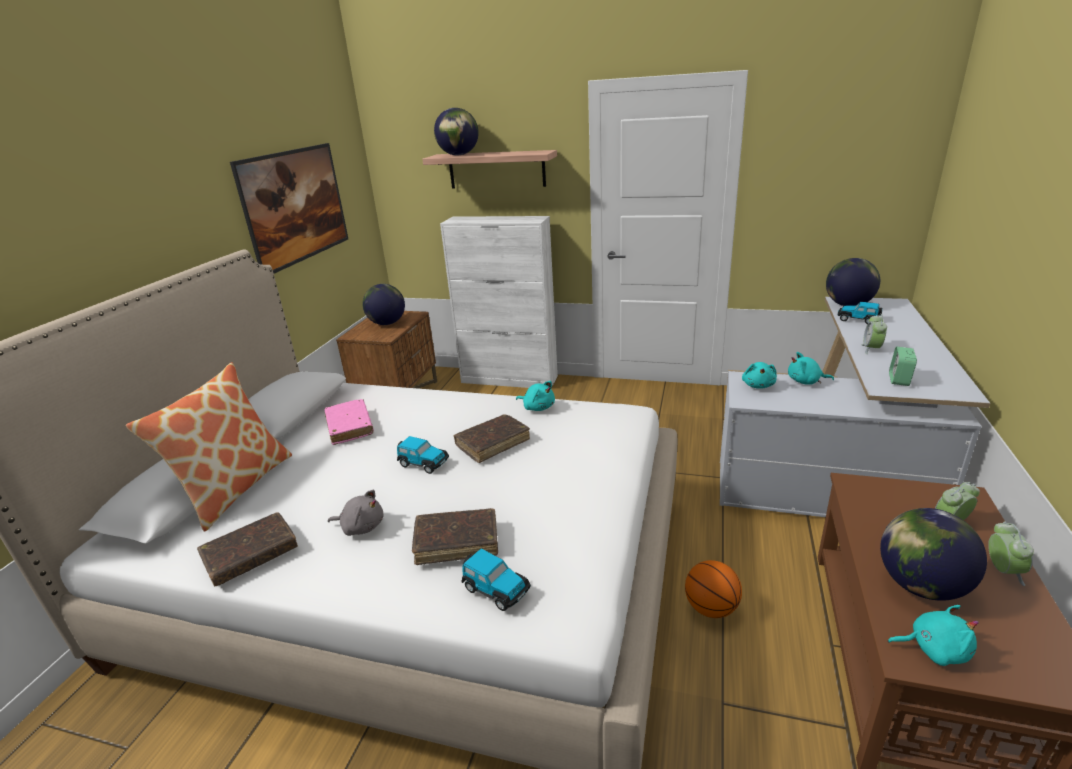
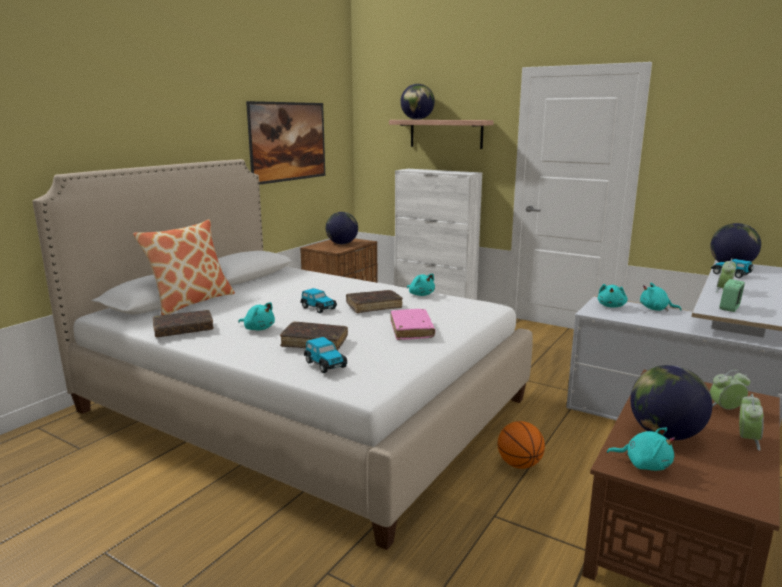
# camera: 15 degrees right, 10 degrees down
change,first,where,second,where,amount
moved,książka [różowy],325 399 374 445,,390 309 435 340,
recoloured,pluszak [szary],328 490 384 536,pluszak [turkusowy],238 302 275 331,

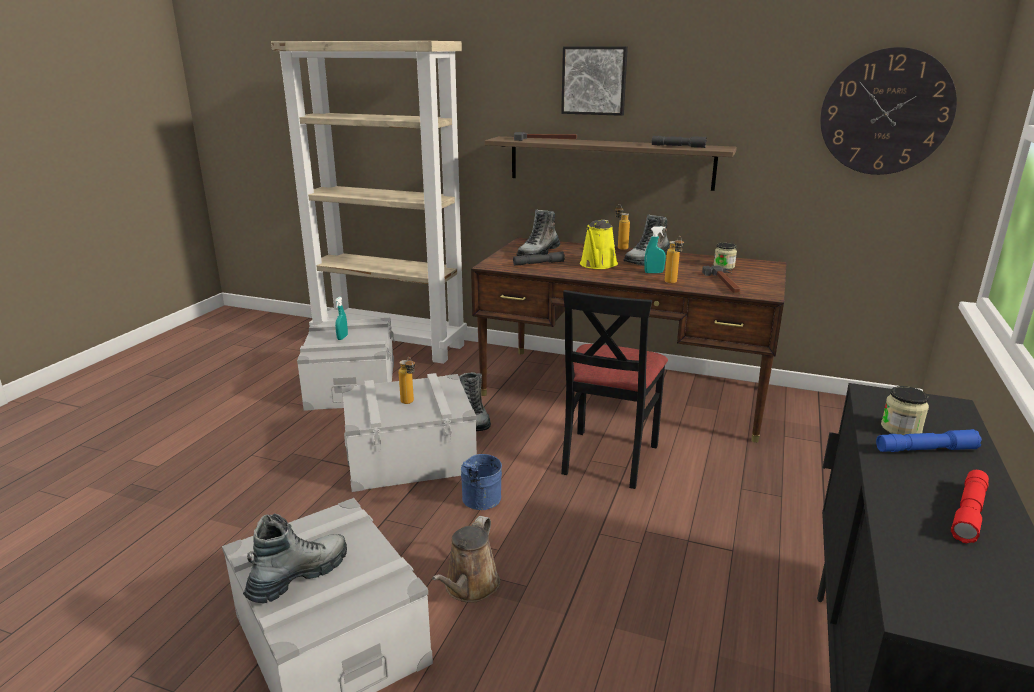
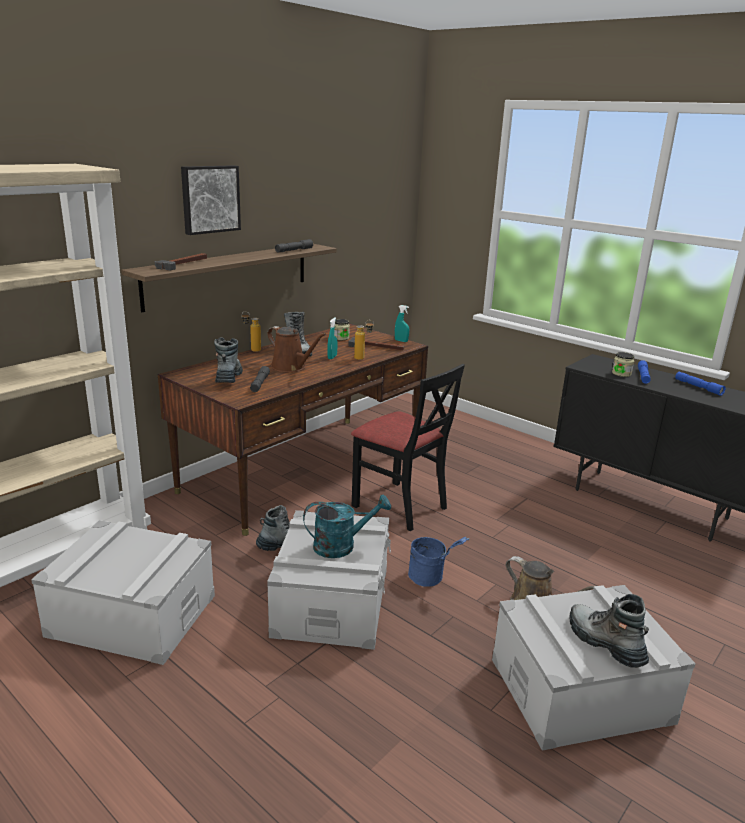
# camera: 70 degrees left, 0 degrees up
change,first,where,second,where,amount
moved,spryskiwacz [turkusowy],335 297 348 340,,395 305 409 342,
replaced,butelka,399 357 415 404,konewka [turkusowy],303 495 391 558,
turned,but z cholewką,516 210 560 256,,214 337 243 383,150 degrees counterclockwise
recoloured,konewka [żółty],580 220 618 269,konewka [brązowy],267 326 326 372,
removed,zegar ścienny,820 47 957 175,,,
recoloured,latarka [czerwony],951 470 989 543,latarka [niebieski],675 372 726 396,

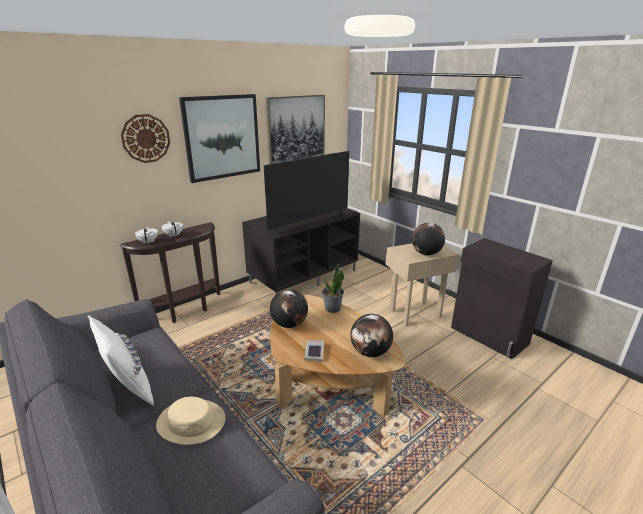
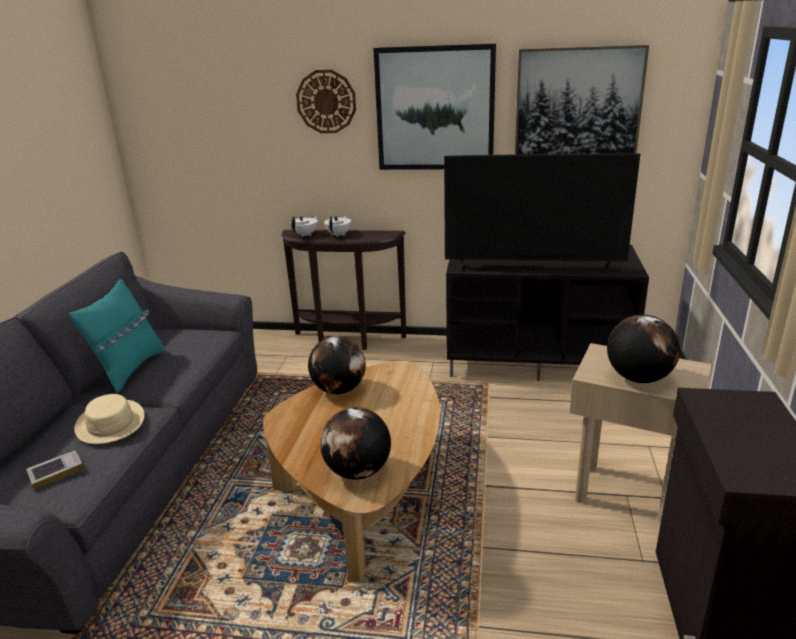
# camera: 50 degrees right, 0 degrees up
change,first,where,second,where,amount
recoloured,poduszka [biały],88 315 154 406,poduszka [turkusowy],69 279 165 394,
moved,książka,304 340 324 362,,26 450 84 489,
removed,roślina doniczkowa,322 264 344 313,,,

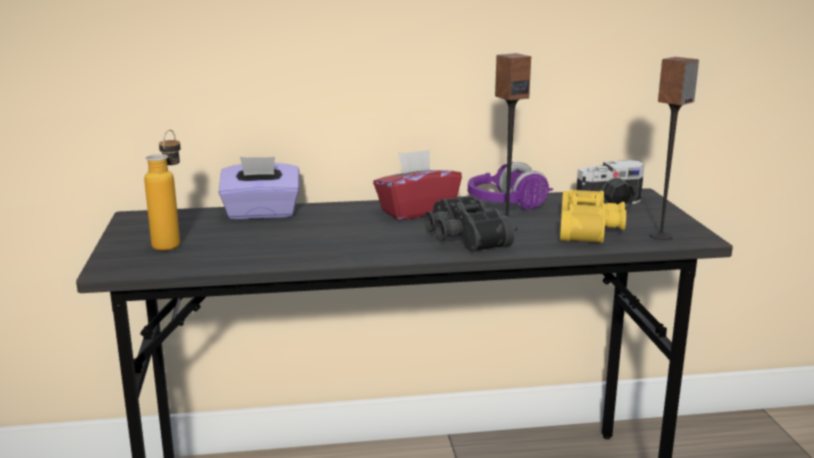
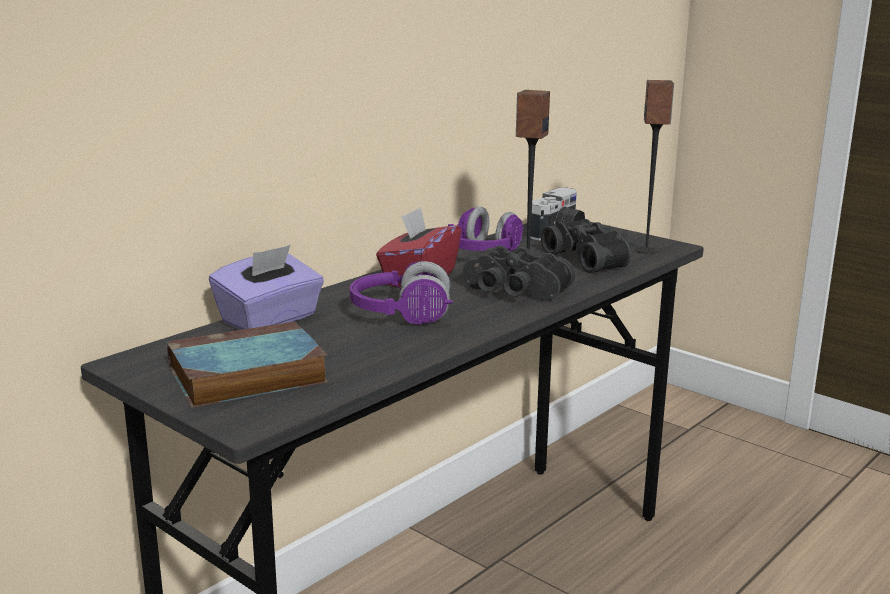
# camera: 40 degrees left, 0 degrees up
change,first,where,second,where,amount
replaced,butelka,144 130 181 251,książka,167 321 328 408,
recoloured,lornetka [żółty],560 189 626 243,lornetka [czarny],541 219 632 273,
added,,,słuchawki [fioletowy],350 261 453 325,

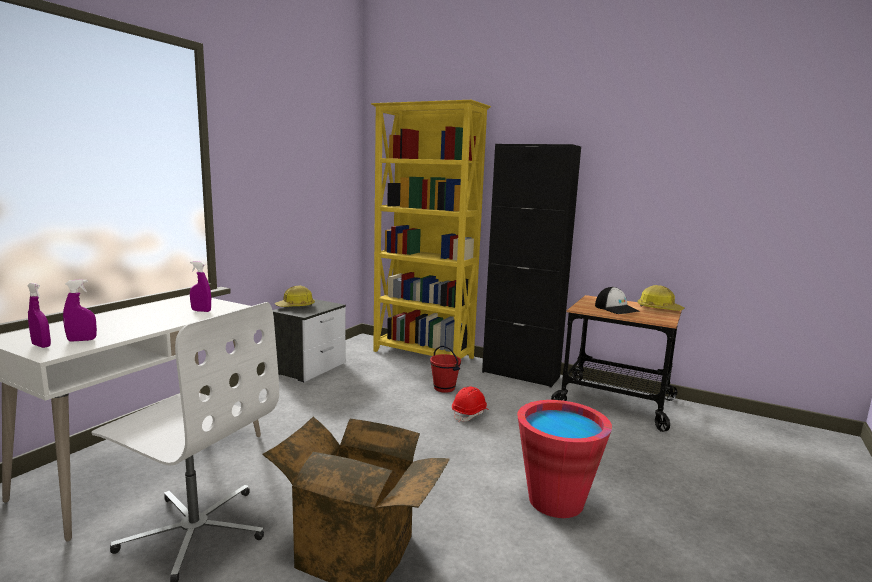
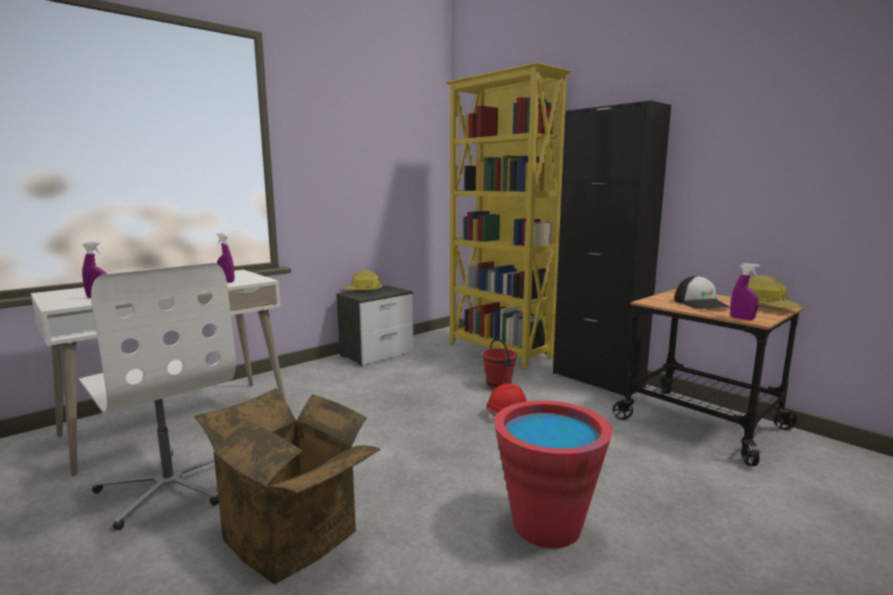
# camera: 20 degrees right, 0 degrees up
change,first,where,second,where,amount
moved,spryskiwacz [fioletowy],27 283 51 348,,730 263 760 320,

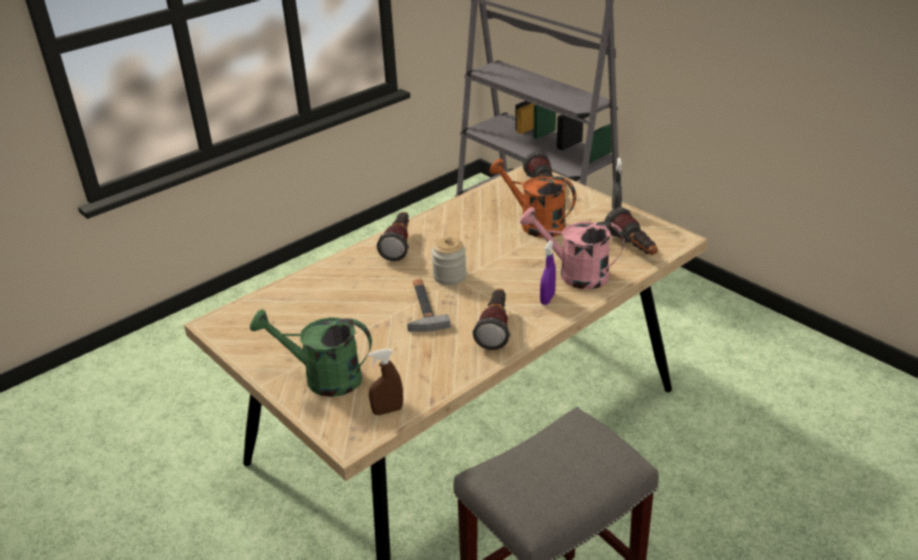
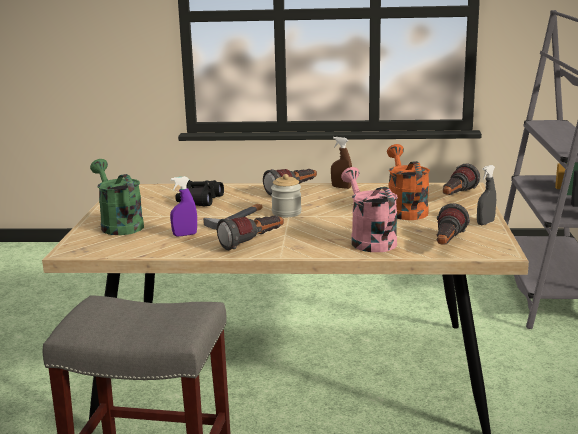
# camera: 45 degrees right, 15 degrees down
change,first,where,second,where,amount
moved,spryskiwacz [brązowy],368 348 403 415,,331 137 352 189,
moved,spryskiwacz [fioletowy],540 240 556 305,,170 176 197 236,
added,,,lornetka [czarny],175 180 224 207,

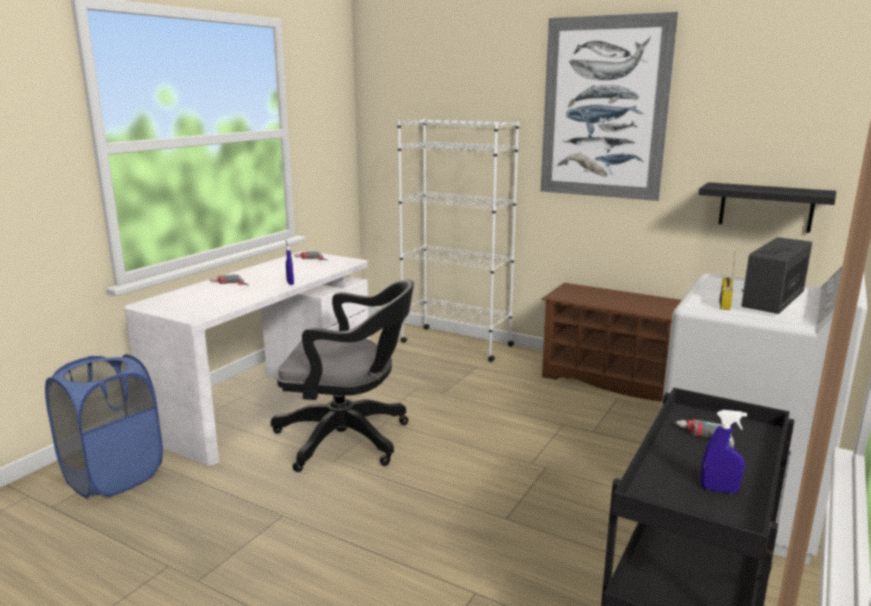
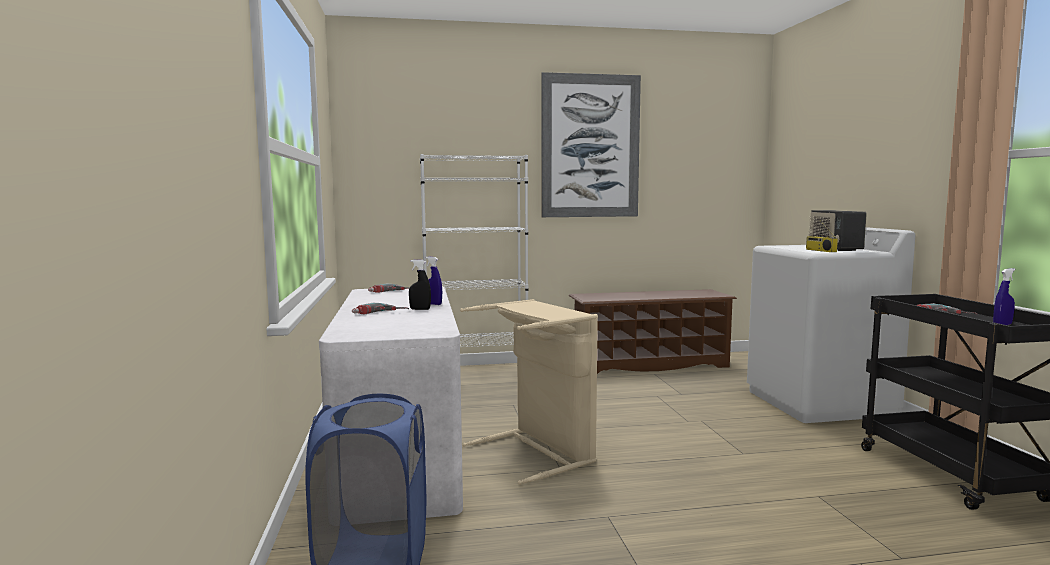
# camera: 40 degrees left, 10 degrees down
change,first,where,second,where,amount
replaced,krzesło biurowe [czarny],271 280 414 472,kosz na pranie [beżowy],460 299 598 485,
removed,półka [czarny],699 182 836 233,,,
added,,,spryskiwacz [czarny],409 260 431 310,

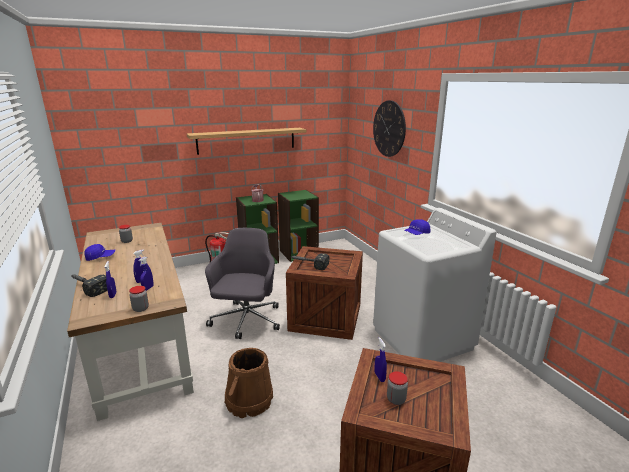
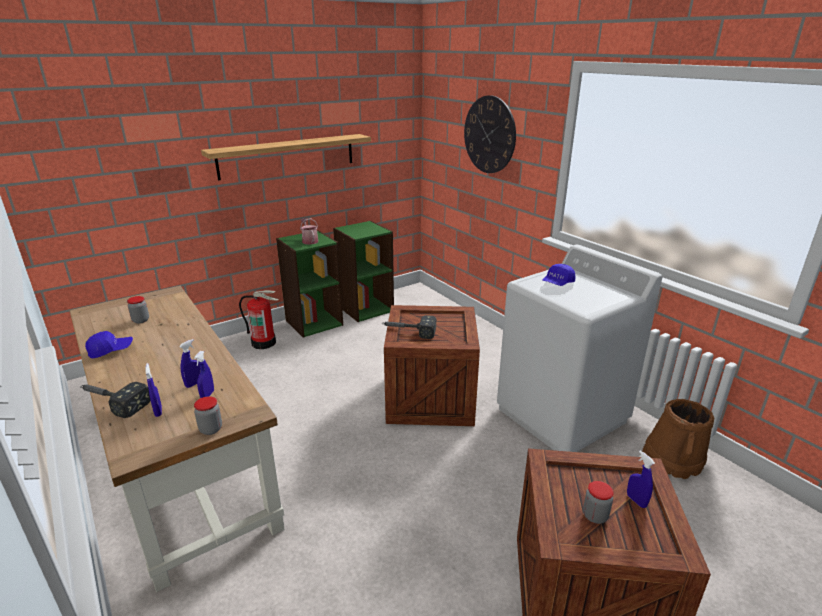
# camera: 10 degrees left, 5 degrees up
change,first,where,second,where,amount
removed,krzesło biurowe [szary],205 228 280 339,,,
moved,wiadro [brązowy],225 348 273 418,,642 399 714 479,
moved,spryskiwacz [niebieski],374 337 387 382,,627 450 655 508,

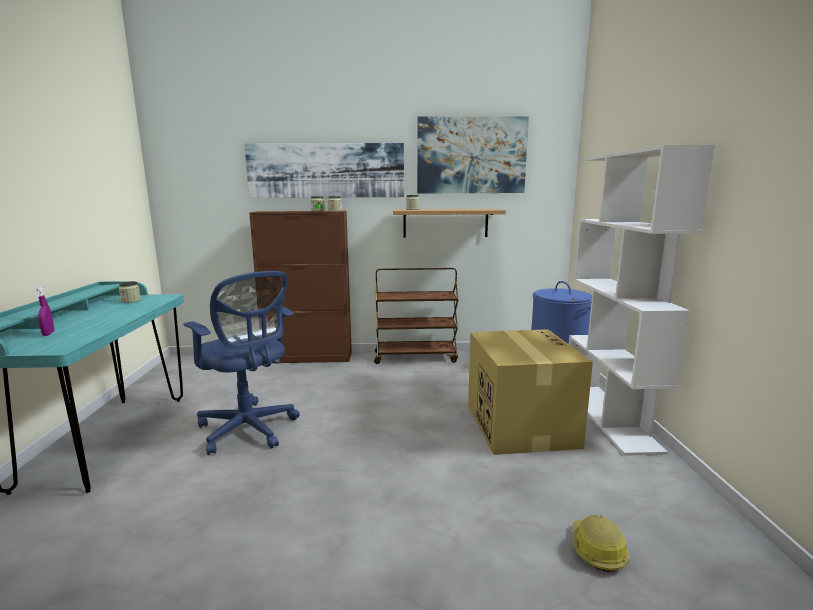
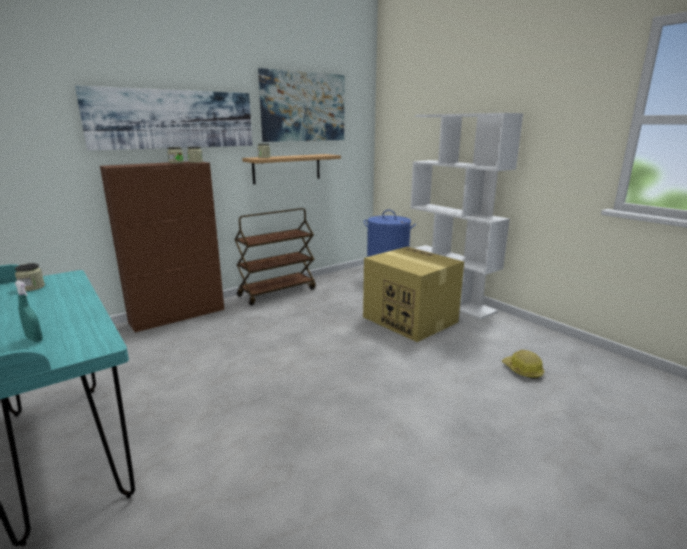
# camera: 35 degrees left, 5 degrees up
change,first,where,second,where,amount
recoloured,spryskiwacz [fioletowy],35 285 54 336,spryskiwacz [turkusowy],15 281 43 342,
removed,krzesło biurowe [niebieski],184 271 300 455,,,

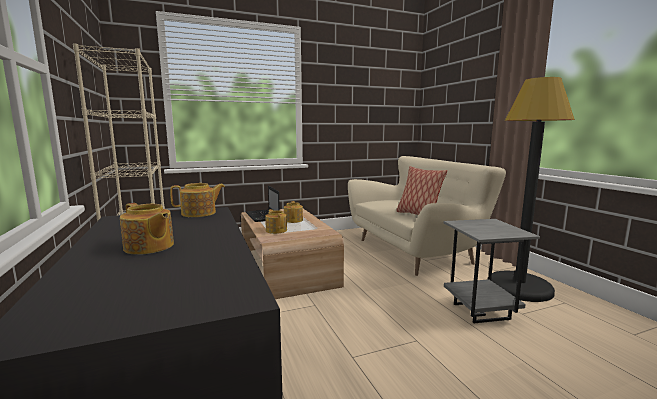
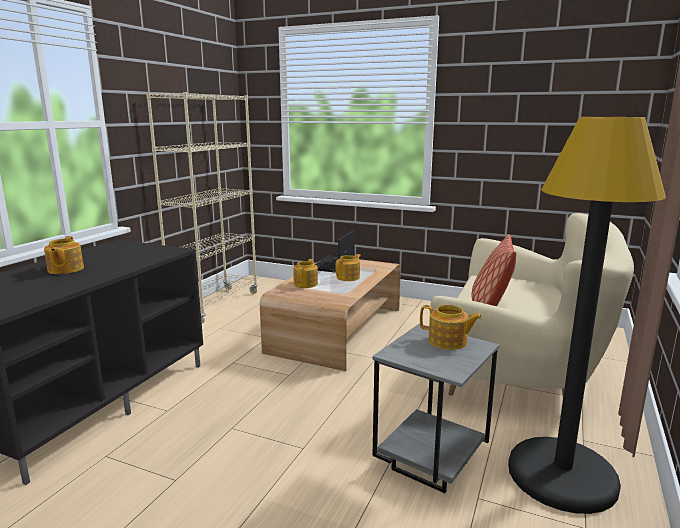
# camera: 45 degrees right, 5 degrees up
change,first,where,second,where,amount
moved,imbryk,170 183 225 217,,420 305 482 350,

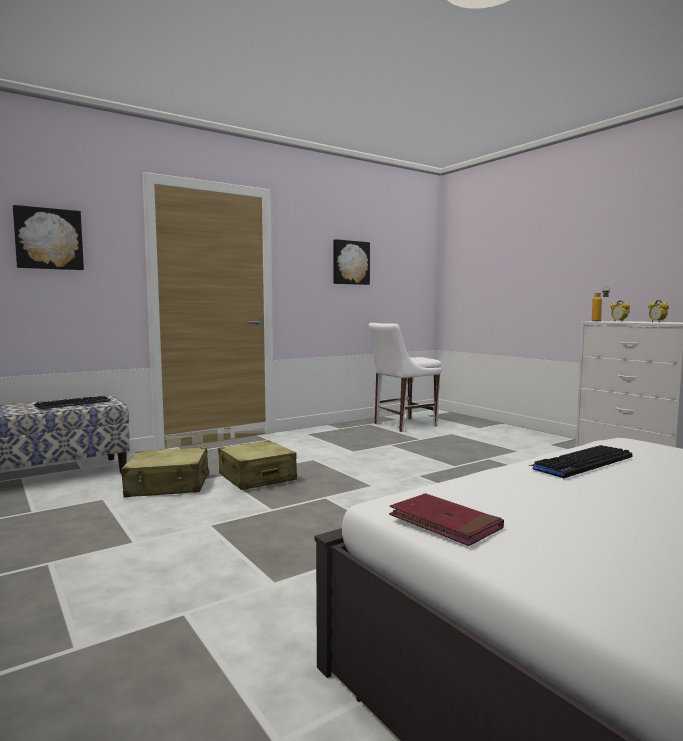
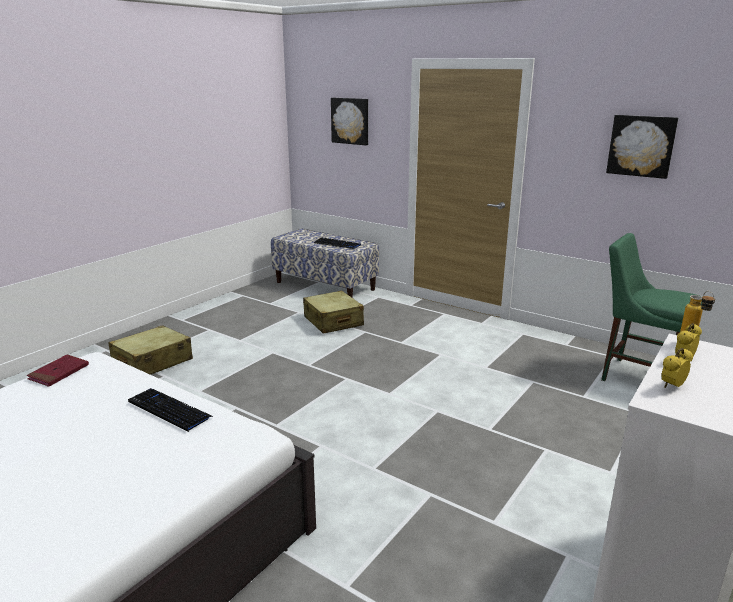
# camera: 70 degrees right, 15 degrees up
change,first,where,second,where,amount
moved,walizka [beżowy],218 440 297 490,,108 325 193 375,
recoloured,krzesło [biały],368 323 442 432,krzesło [zielony],601 233 702 381,

